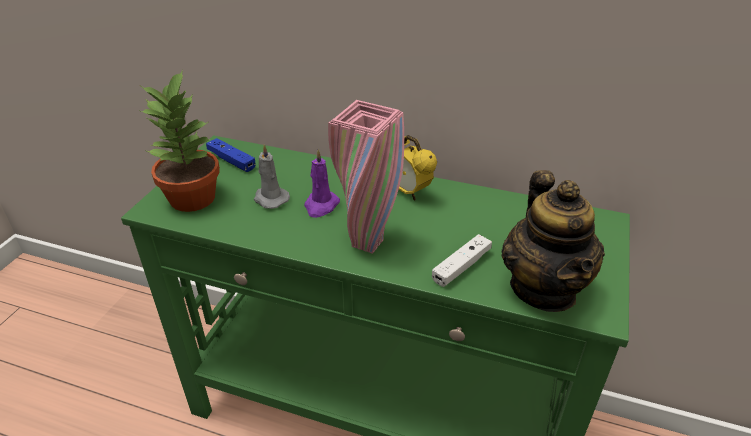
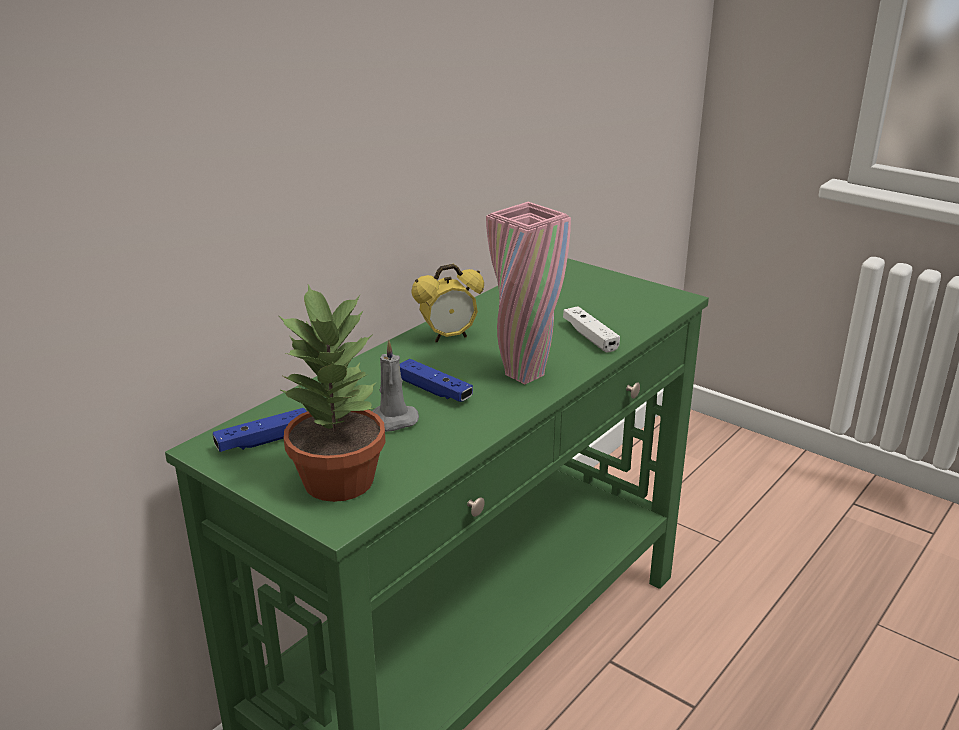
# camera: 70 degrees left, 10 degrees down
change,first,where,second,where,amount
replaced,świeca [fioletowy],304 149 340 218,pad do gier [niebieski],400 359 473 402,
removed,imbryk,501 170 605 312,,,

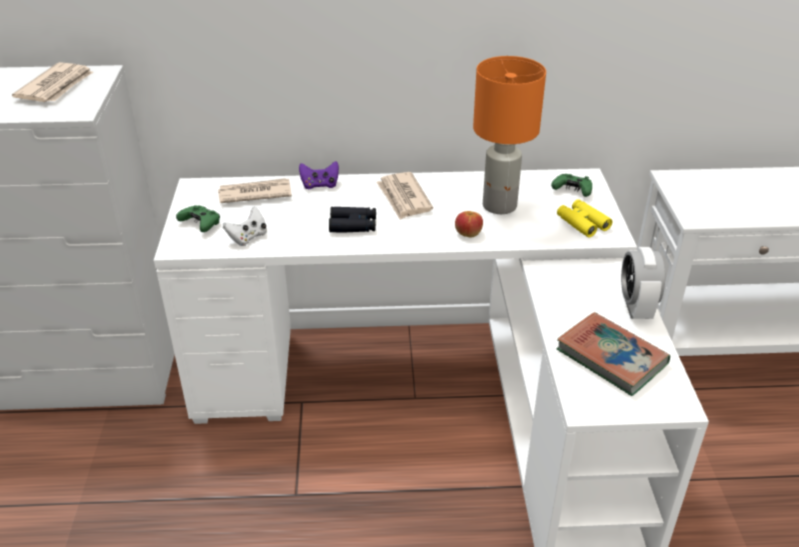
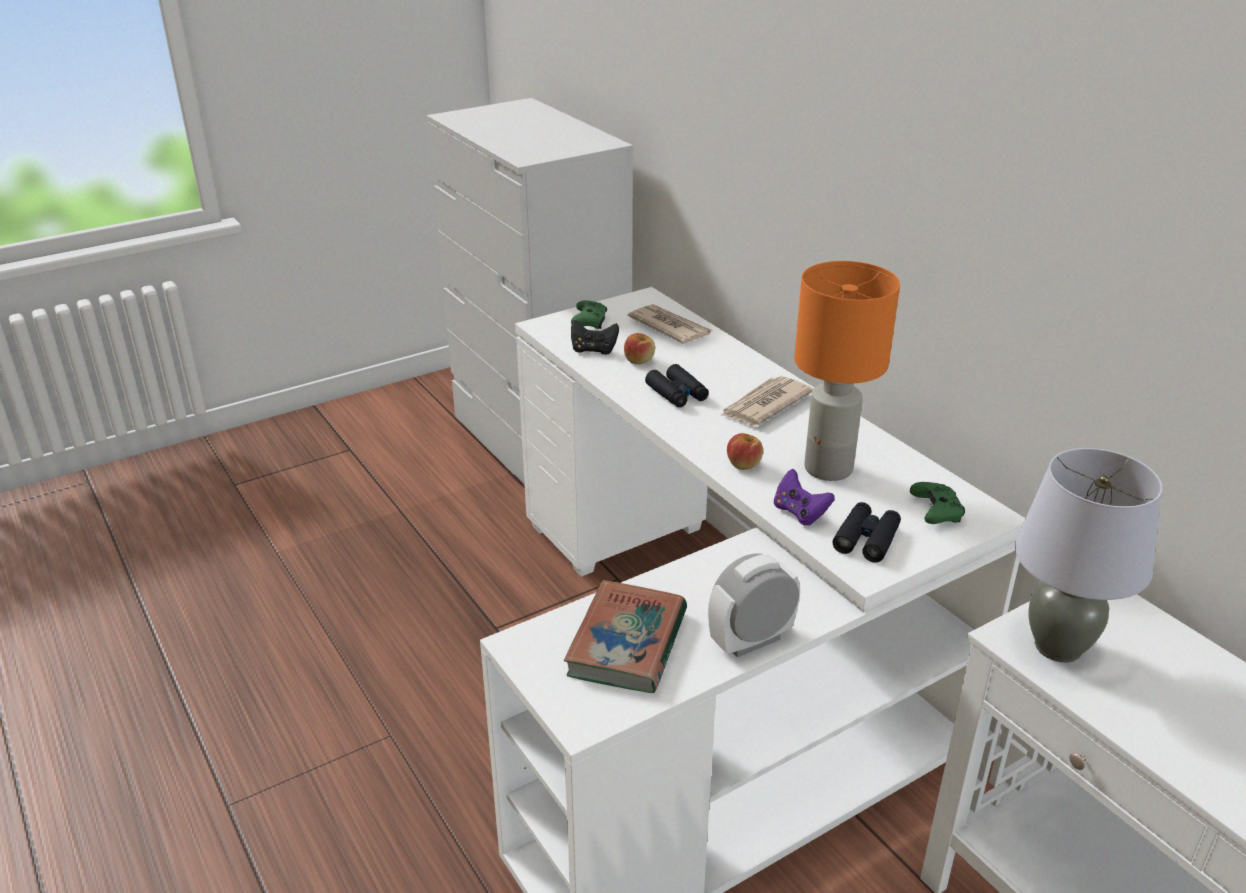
# camera: 60 degrees right, 5 degrees down
change,first,where,second,where,amount
removed,gazeta,12 62 93 102,,,
recoloured,pad do gier [biały],223 207 267 246,pad do gier [czarny],571 320 619 355,
moved,pad do gier [fioletowy],299 161 339 189,,774 469 835 525,
recoloured,lornetka [żółty],557 199 612 237,lornetka [czarny],832 502 901 563,
added,,,jabłko,624 333 655 364,
added,,,lampa stołowa [szary],1015 448 1163 663,

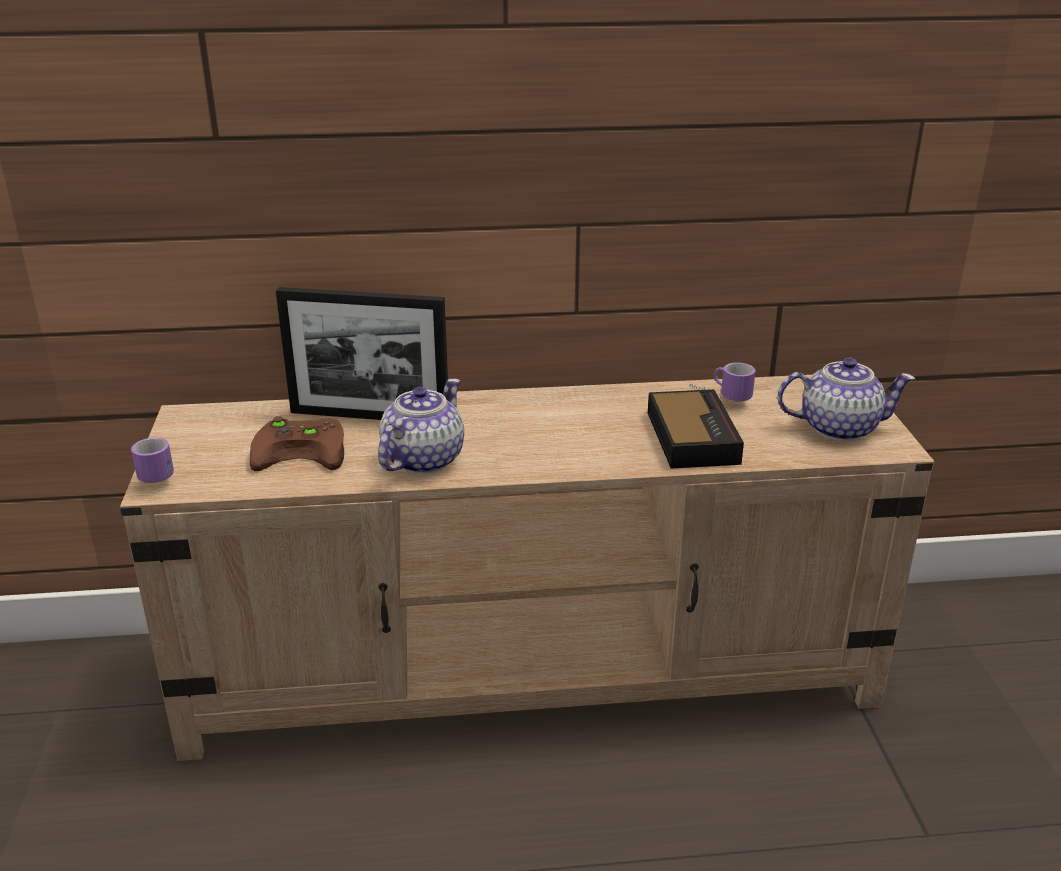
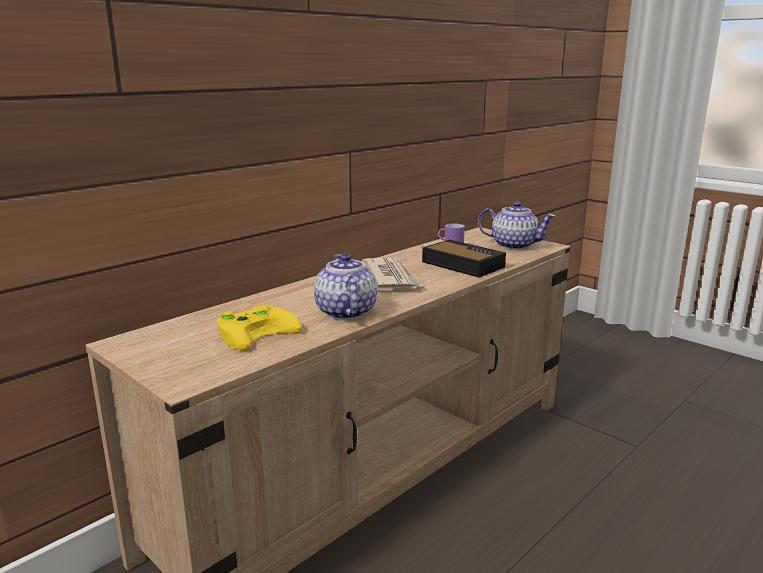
# camera: 40 degrees left, 10 degrees down
change,first,where,second,where,amount
removed,kubek,131 438 174 483,,,
recoloured,pad do gier [brązowy],250 416 344 471,pad do gier [żółty],217 305 302 351,
removed,ramka na zdjęcie,276 287 448 420,,,
turned,imbryk,778 358 916 441,,478 201 556 250,60 degrees clockwise
added,,,gazeta,362 258 423 290,

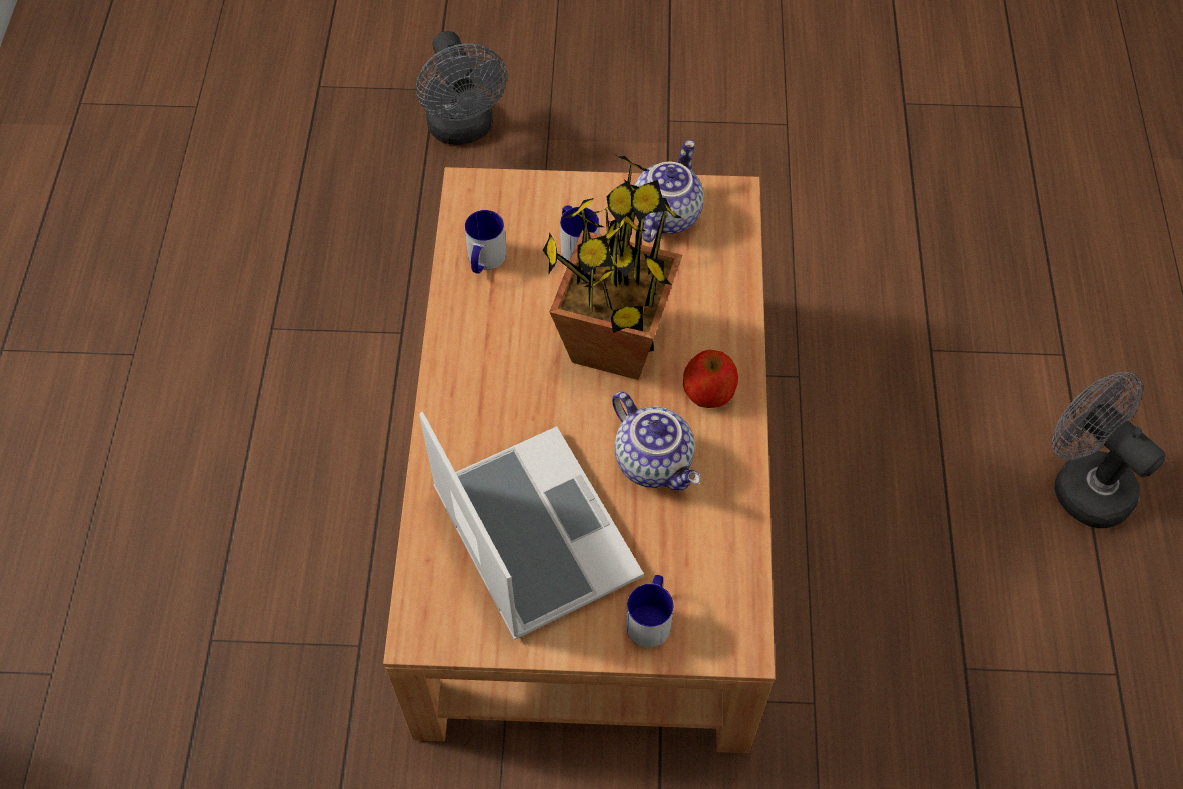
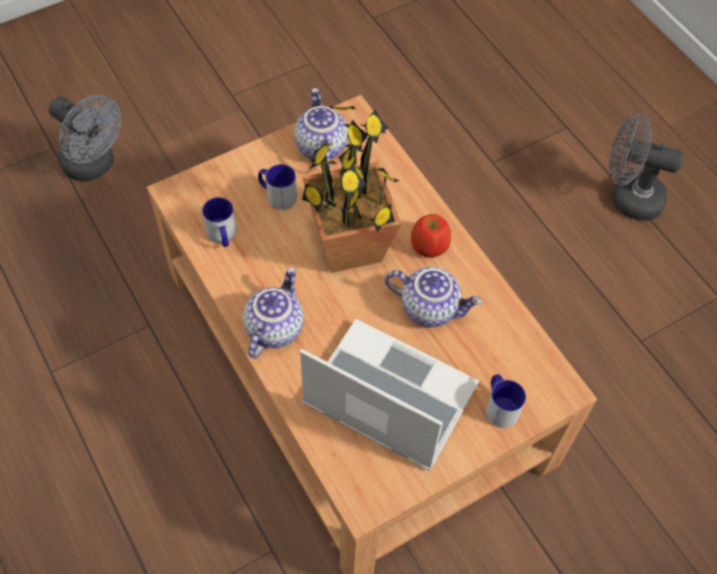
# camera: 35 degrees left, 0 degrees up
change,first,where,second,where,amount
added,,,imbryk,243 267 304 359,

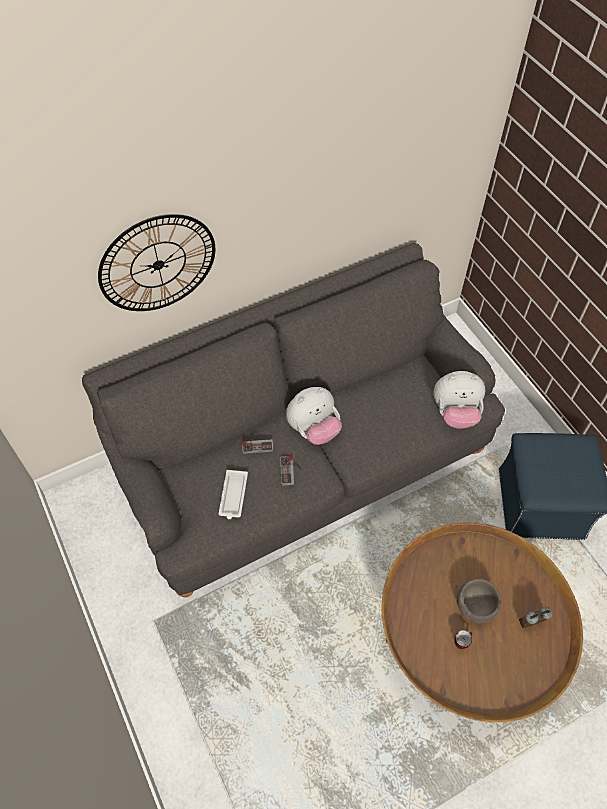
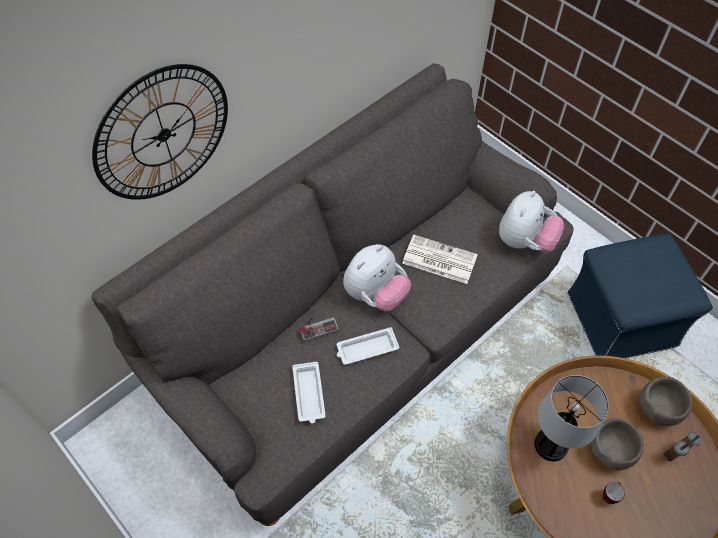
# camera: 15 degrees left, 0 degrees up
change,first,where,second,where,amount
replaced,pad do gier,280 456 301 486,taca [biały],337 327 399 365,
turned,pluszak,434 371 485 429,,499 191 564 252,45 degrees counterclockwise
added,,,gazeta,402 235 478 284,
added,,,lampa stołowa,535 375 609 461,
added,,,miska [brązowy],640 377 692 426,

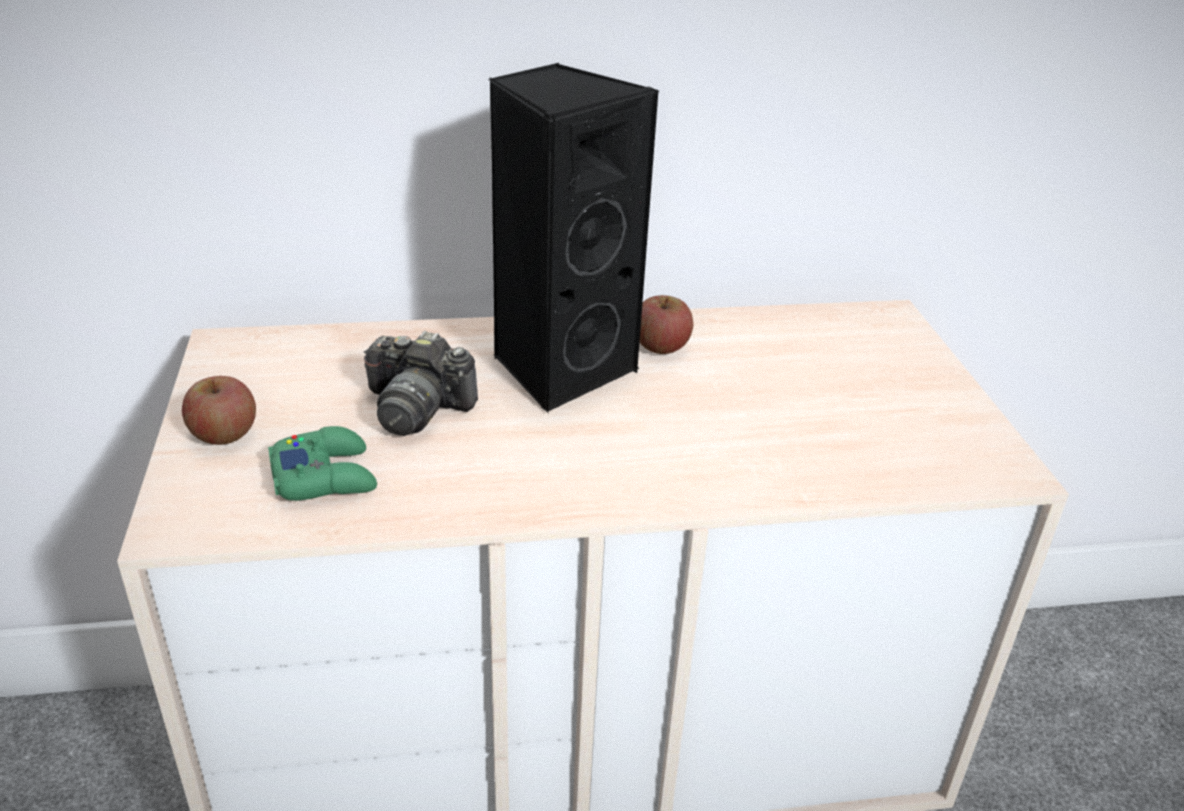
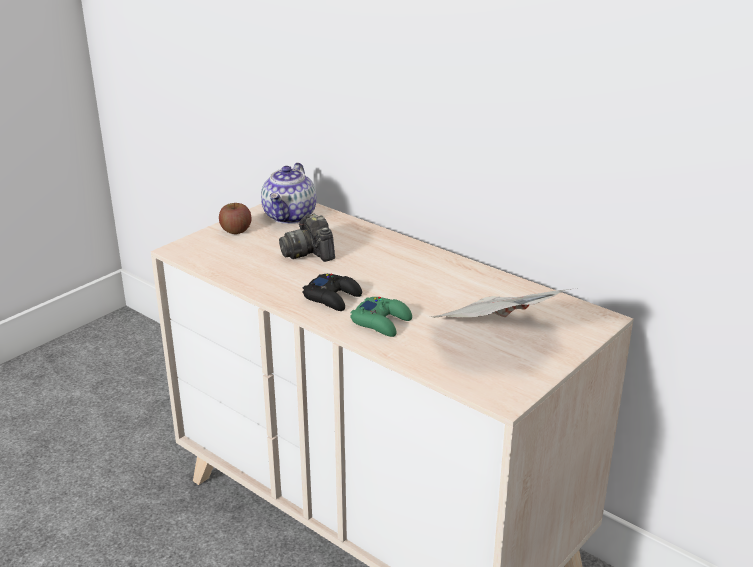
# camera: 50 degrees right, 5 degrees down
change,first,where,second,where,amount
moved,pad do gier [zielony],268 426 377 501,,350 297 412 337,
removed,głośnik [czarny],488 63 659 413,,,
removed,jabłko,640 295 693 354,,,
added,,,imbryk,261 163 317 224,
added,,,pad do gier [czarny],302 274 362 311,
added,,,gazeta,431 288 577 318,

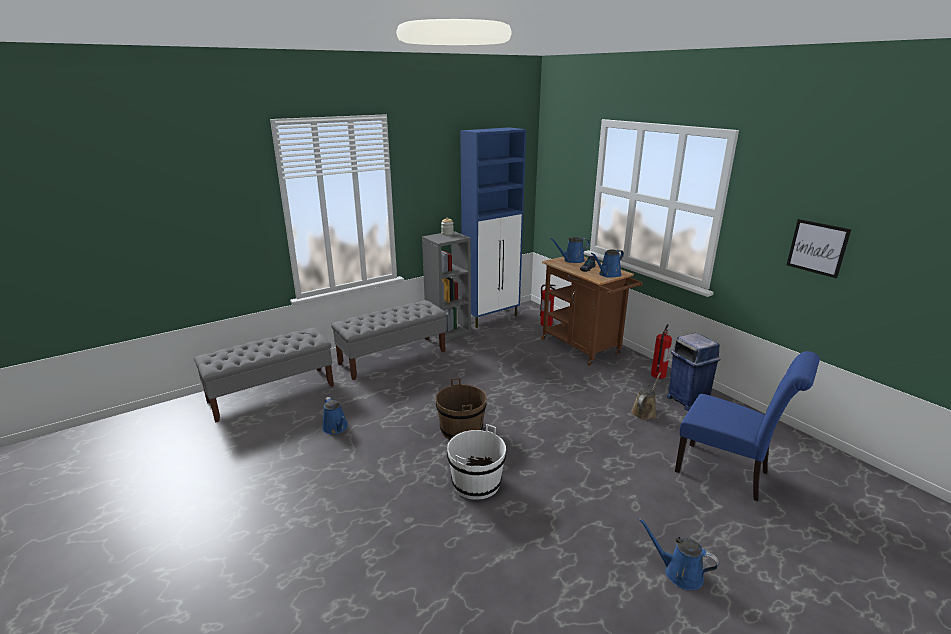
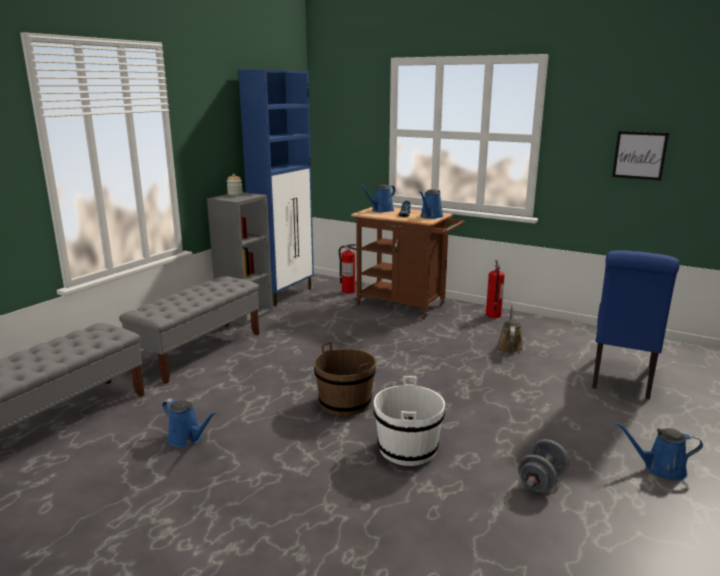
# camera: 25 degrees left, 5 degrees down
change,first,where,second,where,amount
removed,kosz na śmieci [niebieski],667 333 721 411,,,
turned,krzesło [niebieski],675 351 820 501,,592 250 680 399,105 degrees clockwise
added,,,hantel [szary],518 439 569 493,

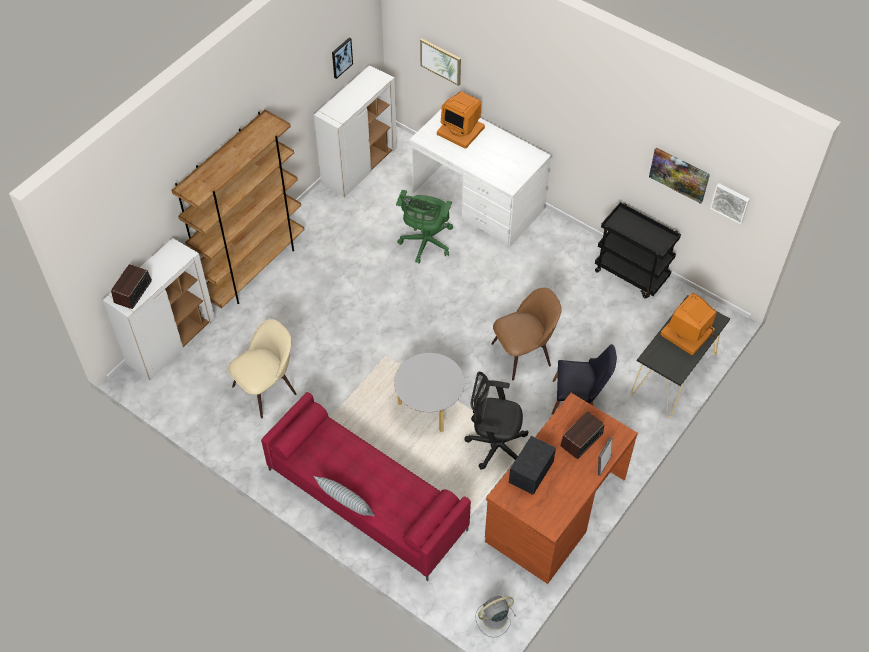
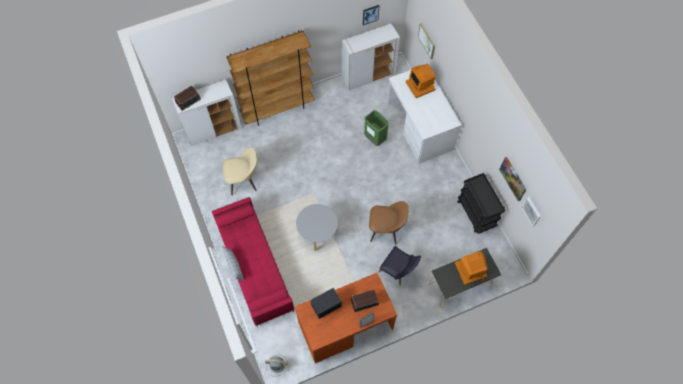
# camera: 30 degrees right, 10 degrees up
change,first,where,second,where,amount
replaced,krzesło biurowe [zielony],396 190 453 263,kosz na śmieci [zielony],364 110 389 146,
removed,krzesło biurowe [czarny],464 372 528 470,,,

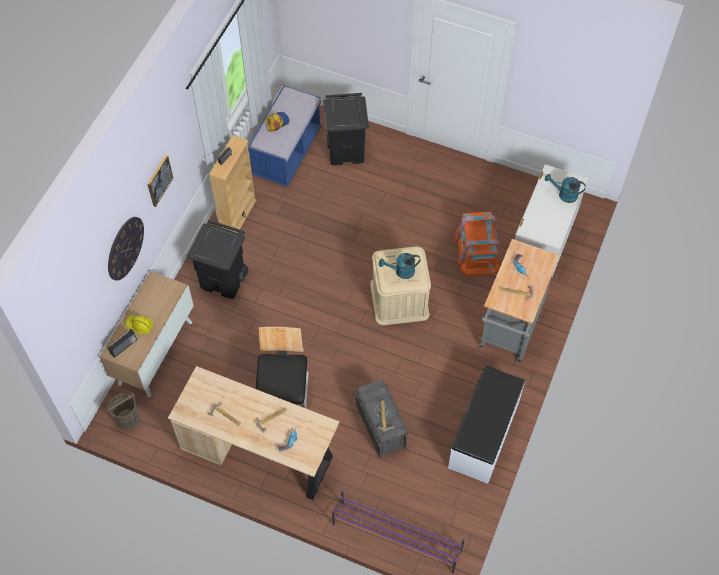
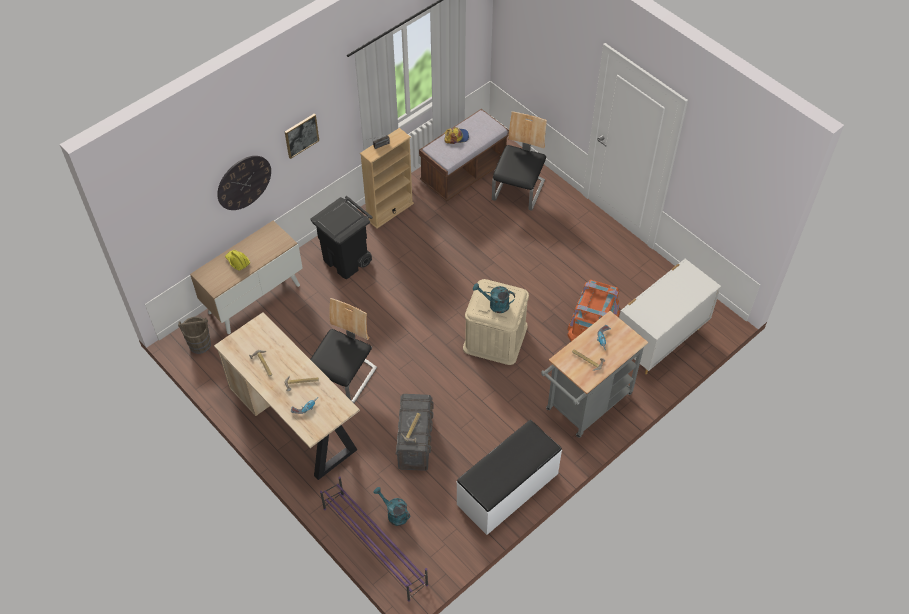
# camera: 25 degrees right, 5 degrees down
change,first,where,second,where,amount
removed,radio,108 329 137 358,,,
recoloured,ławka [niebieski],248 86 322 187,ławka [brązowy],419 109 509 202,
replaced,kosz na śmieci [czarny],323 93 369 165,krzesło,492 111 547 211,
moved,konewka [turkusowy],545 174 586 203,,374 487 410 526,

